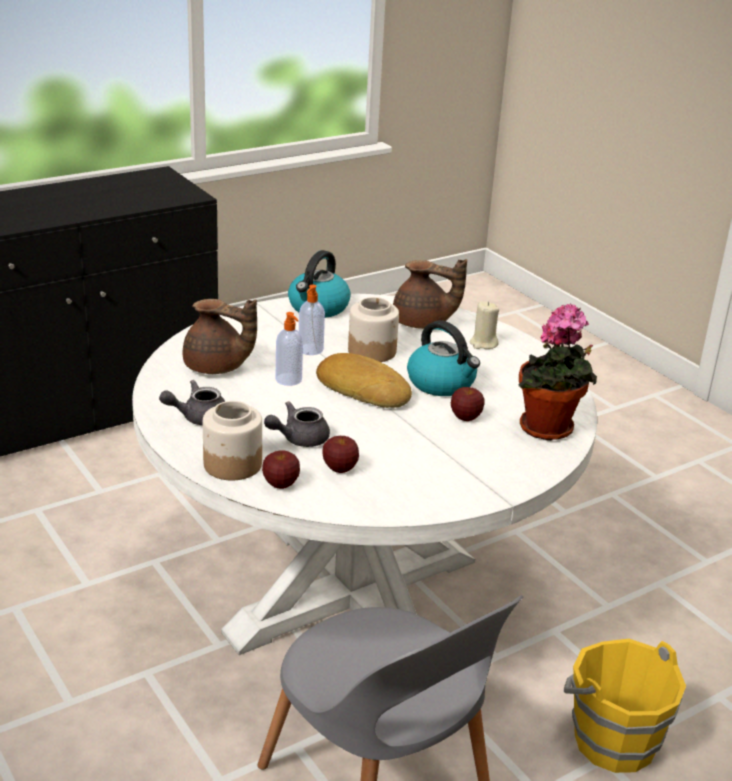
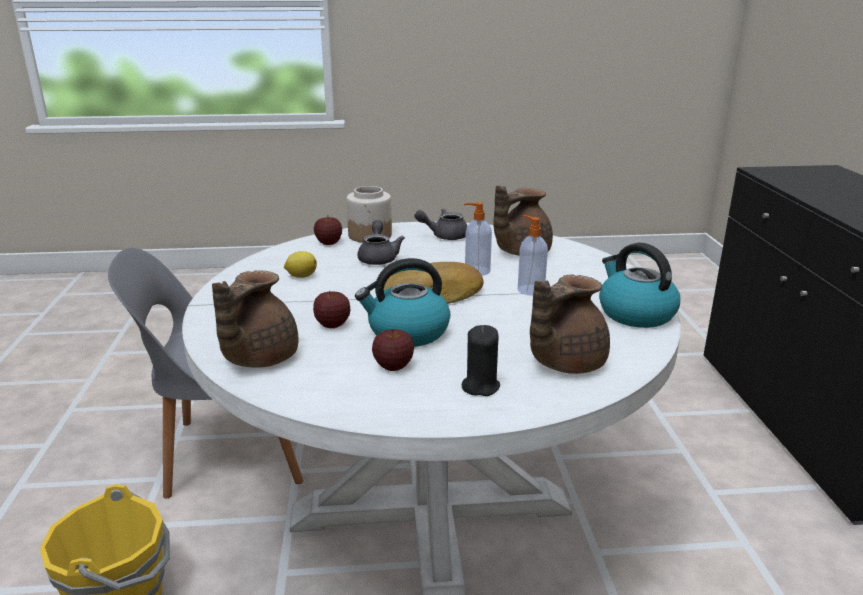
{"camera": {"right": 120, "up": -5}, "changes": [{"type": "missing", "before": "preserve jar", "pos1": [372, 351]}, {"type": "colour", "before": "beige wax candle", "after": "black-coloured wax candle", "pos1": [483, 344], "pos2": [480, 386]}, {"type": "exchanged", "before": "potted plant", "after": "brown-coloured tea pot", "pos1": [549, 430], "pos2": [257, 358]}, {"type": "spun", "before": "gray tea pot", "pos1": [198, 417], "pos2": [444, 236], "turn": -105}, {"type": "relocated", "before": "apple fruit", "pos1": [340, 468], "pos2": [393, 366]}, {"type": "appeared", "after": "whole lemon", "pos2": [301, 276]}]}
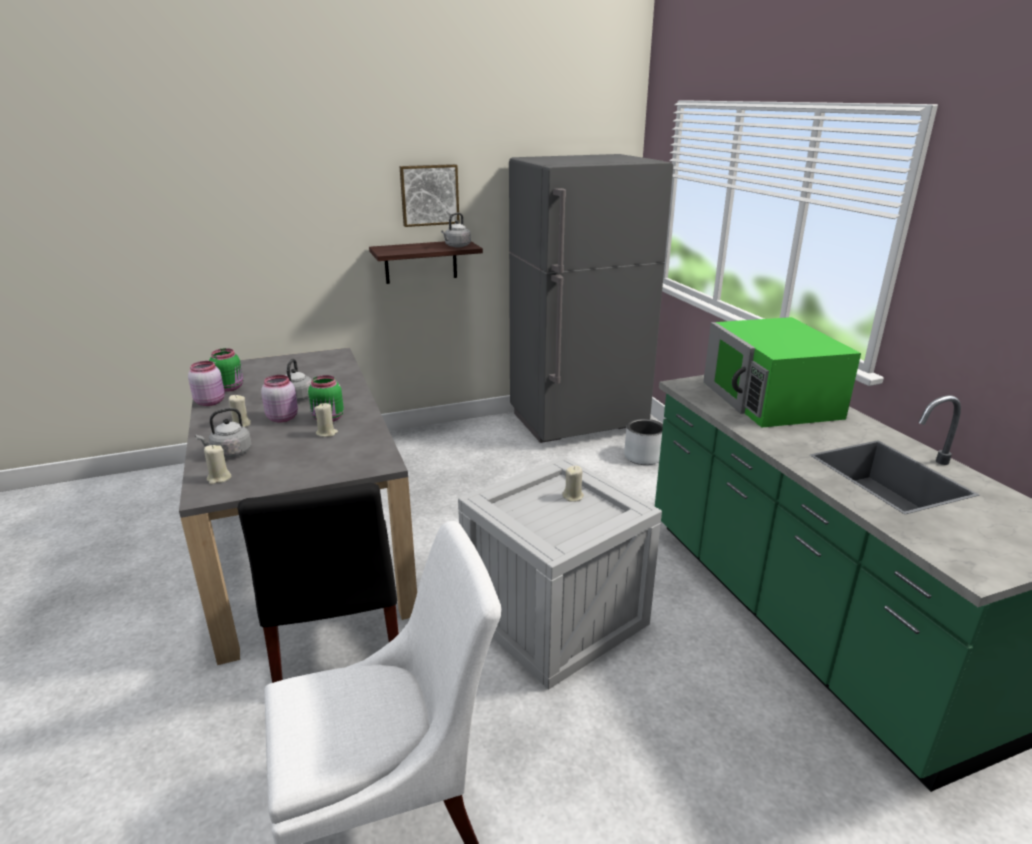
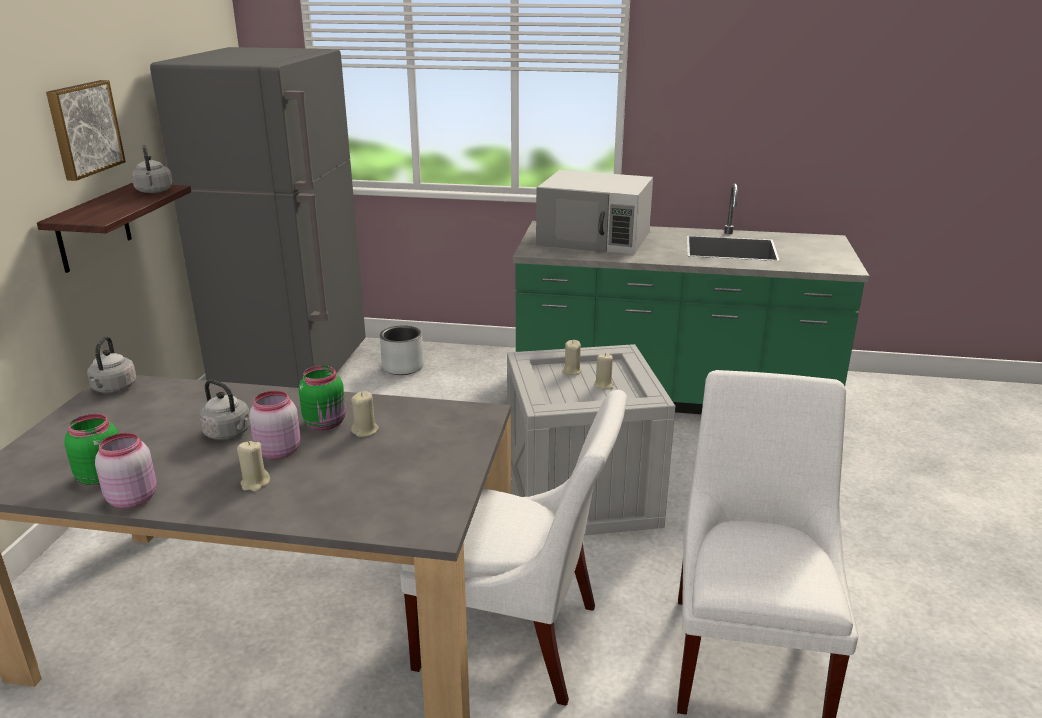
{"camera": {"right": -60, "up": 0}, "changes": [{"type": "colour", "before": "green-coloured microwave", "after": "white microwave", "pos1": [771, 400], "pos2": [595, 238]}, {"type": "relocated", "before": "gray kettle", "pos1": [230, 453], "pos2": [114, 389]}, {"type": "relocated", "before": "beige wax candle", "pos1": [219, 478], "pos2": [604, 385]}, {"type": "colour", "before": "black-coloured plain chair", "after": "white plain chair", "pos1": [337, 649], "pos2": [516, 640]}]}
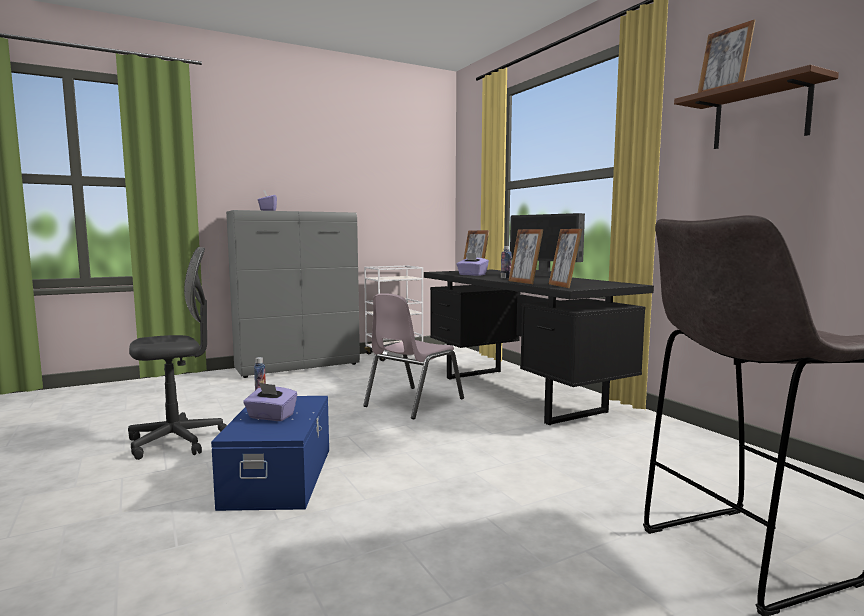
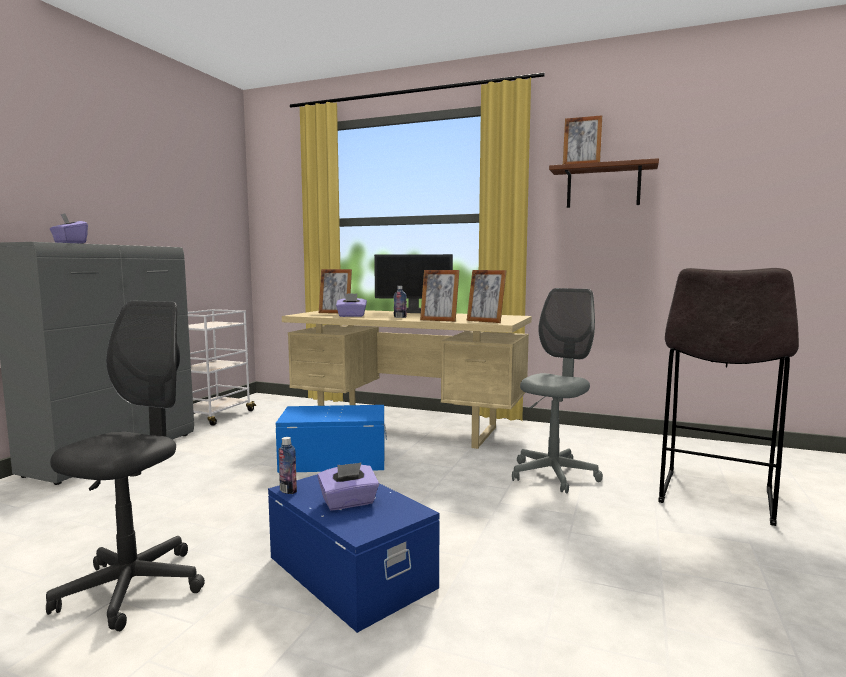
{"camera": {"right": -40, "up": 0}, "changes": [{"type": "colour", "before": "black-coloured desk unit", "after": "beige desk unit", "pos1": [520, 393], "pos2": [408, 428]}, {"type": "exchanged", "before": "pink plain chair", "after": "bluish storage bin", "pos1": [413, 402], "pos2": [333, 459]}, {"type": "appeared", "after": "gray computer chair", "pos2": [553, 475]}]}
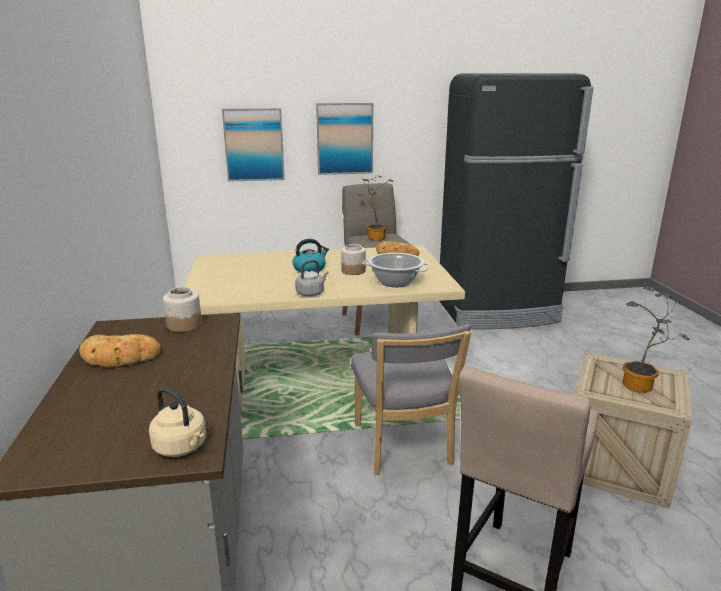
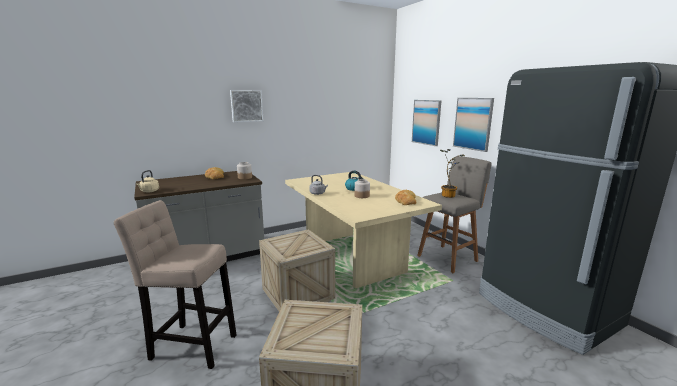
{"camera": {"right": 70, "up": -5}, "changes": [{"type": "missing", "before": "stockpot", "pos1": [395, 282]}, {"type": "missing", "before": "potted plant", "pos1": [641, 387]}, {"type": "exchanged", "before": "gray plain chair", "after": "shipping crate", "pos1": [403, 447], "pos2": [298, 294]}, {"type": "appeared", "after": "wall art", "pos2": [246, 106]}]}
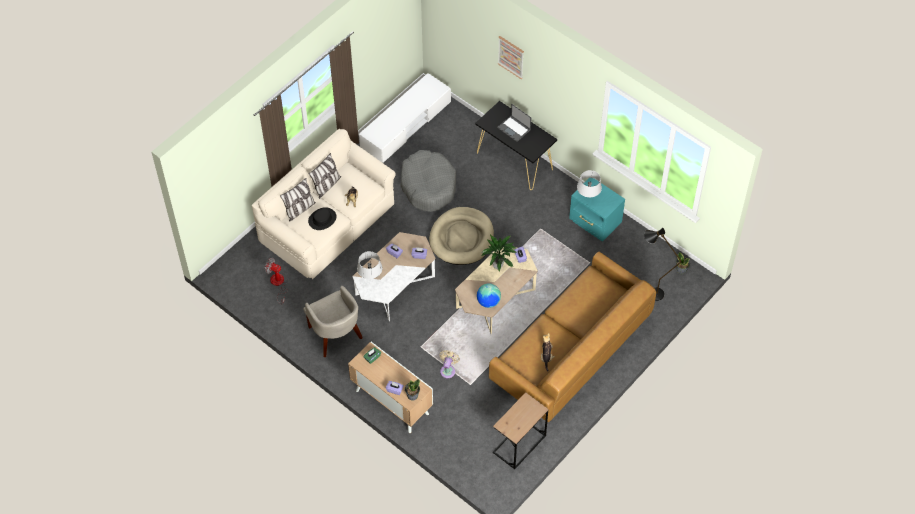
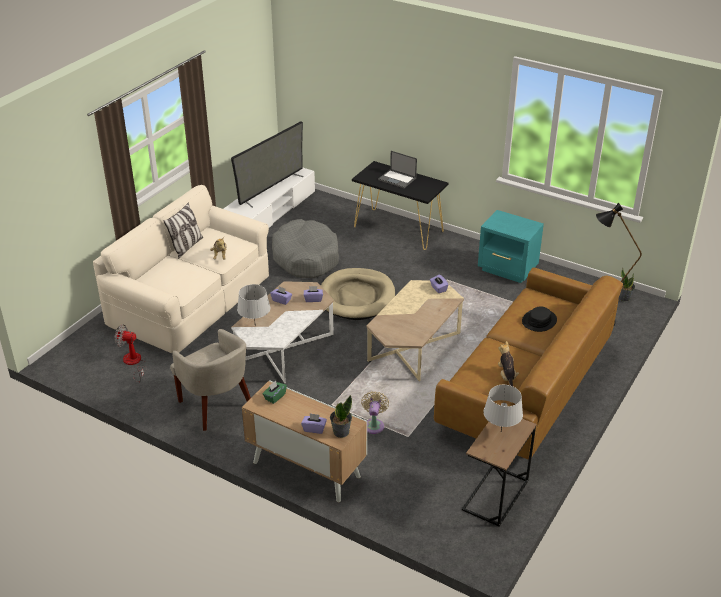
{"camera": {"right": -10, "up": -20}, "changes": [{"type": "missing", "before": "wall art", "pos1": [511, 57]}, {"type": "relocated", "before": "gray table lamp", "pos1": [588, 196], "pos2": [500, 431]}, {"type": "missing", "before": "throw pillow", "pos1": [299, 209]}, {"type": "relocated", "before": "black-coloured hat", "pos1": [322, 219], "pos2": [539, 321]}, {"type": "missing", "before": "potted plant", "pos1": [498, 266]}, {"type": "missing", "before": "globe", "pos1": [488, 302]}, {"type": "appeared", "after": "TV set", "pos2": [271, 189]}]}
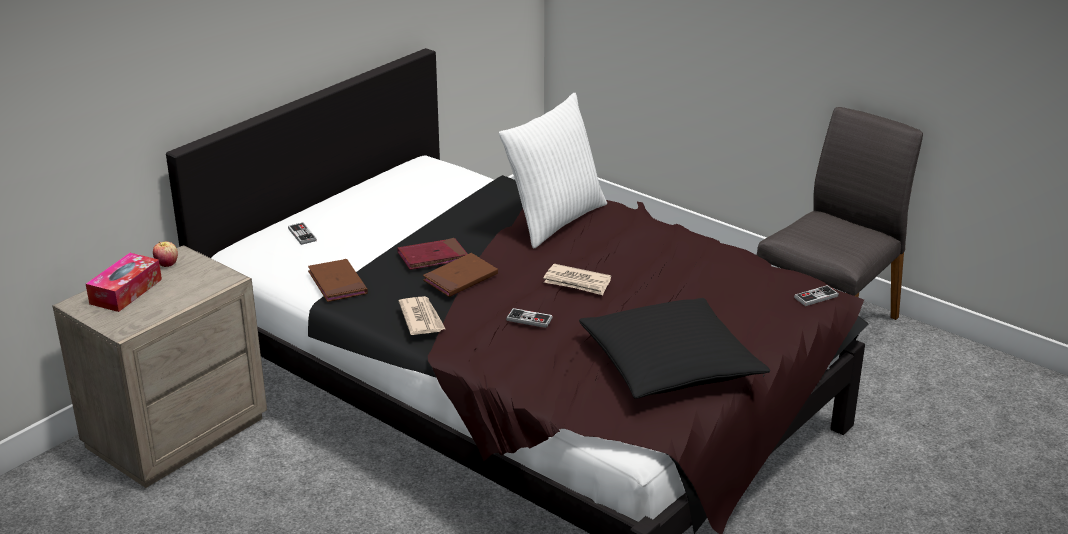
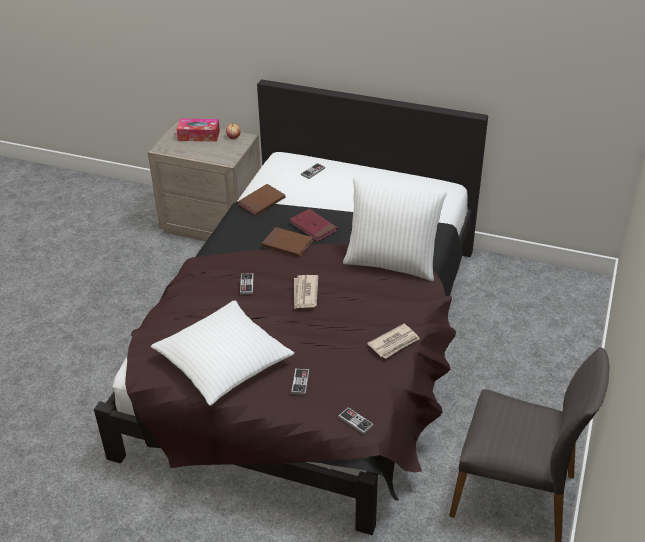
{"camera": {"right": 70, "up": 10}, "changes": [{"type": "relocated", "before": "daily paper", "pos1": [421, 318], "pos2": [394, 343]}, {"type": "colour", "before": "black-coloured throw pillow", "after": "white throw pillow", "pos1": [670, 364], "pos2": [224, 361]}, {"type": "appeared", "after": "joypad", "pos2": [300, 382]}]}
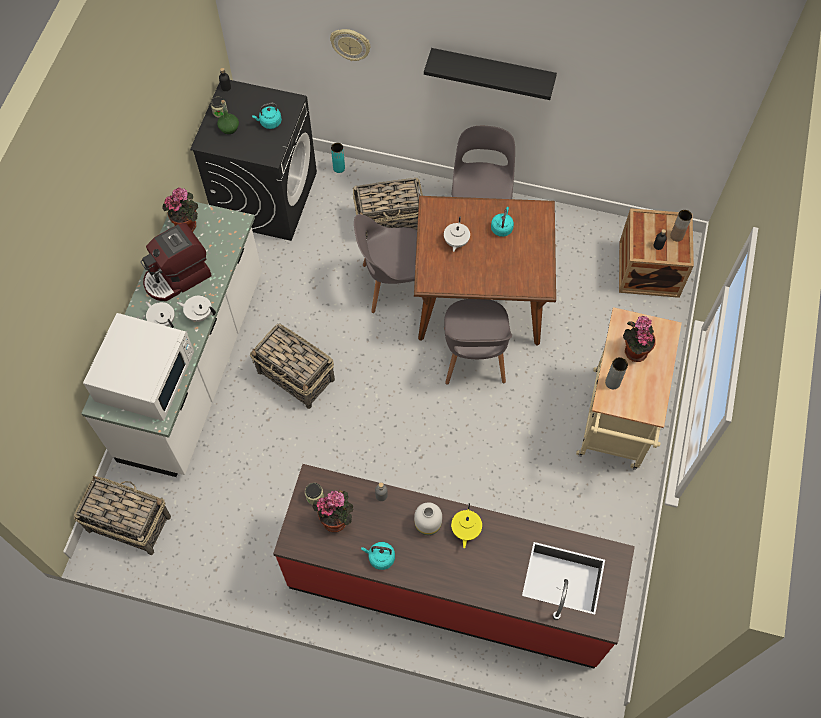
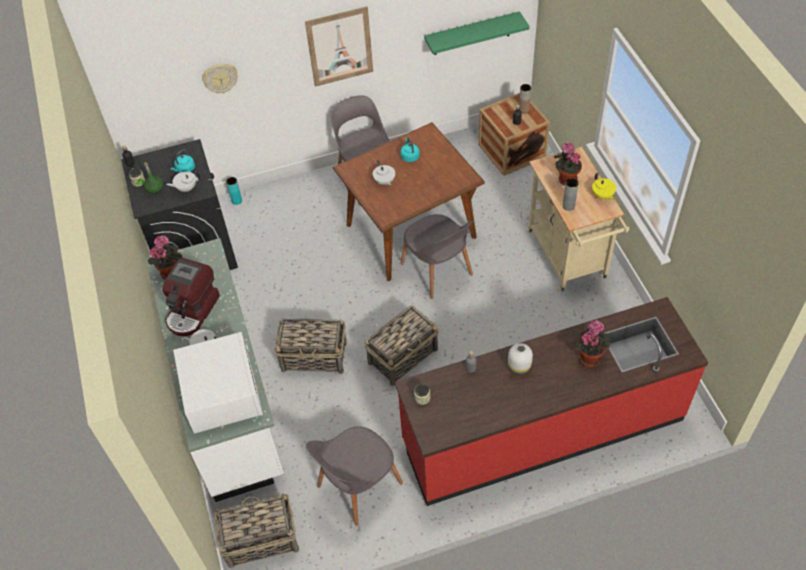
{"camera": {"right": -30, "up": -10}, "changes": [{"type": "exchanged", "before": "black-coloured wall shelf", "after": "wall art", "pos1": [492, 71], "pos2": [340, 46]}, {"type": "relocated", "before": "household basket", "pos1": [390, 221], "pos2": [403, 356]}, {"type": "relocated", "before": "gray plain chair", "pos1": [394, 284], "pos2": [357, 486]}, {"type": "relocated", "before": "white tea pot", "pos1": [199, 314], "pos2": [186, 188]}, {"type": "relocated", "before": "potted plant", "pos1": [336, 519], "pos2": [589, 356]}, {"type": "relocated", "before": "yellow tea pot", "pos1": [465, 530], "pos2": [602, 195]}, {"type": "missing", "before": "turquoise-coloured kettle", "pos1": [380, 557]}, {"type": "appeared", "after": "green-coloured wall shelf", "pos2": [472, 34]}]}
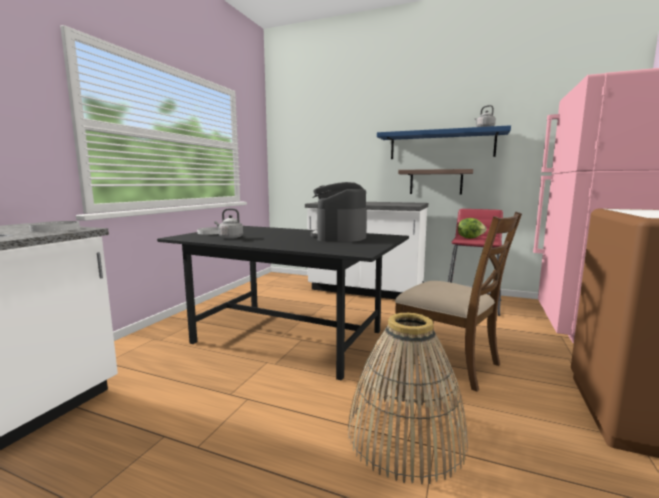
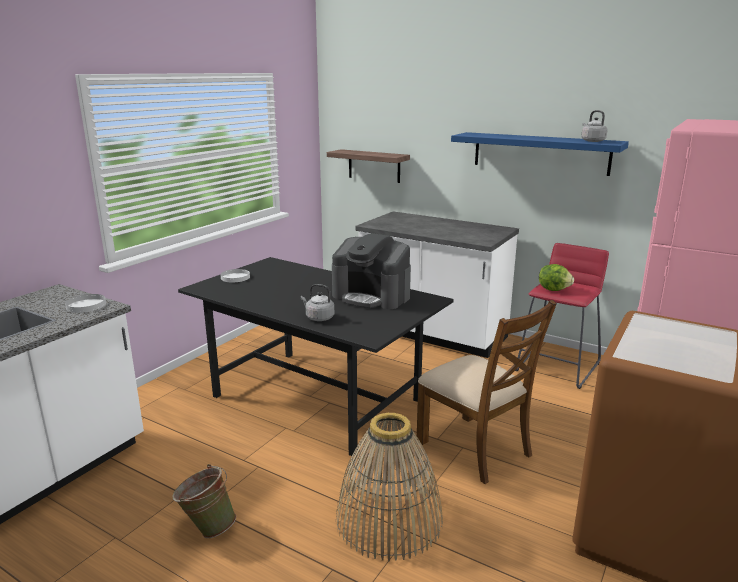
{"camera": {"right": 10, "up": 10}, "changes": [{"type": "relocated", "before": "wall shelf", "pos1": [436, 182], "pos2": [374, 166]}, {"type": "spun", "before": "coffee brewer", "pos1": [339, 236], "pos2": [372, 296], "turn": -75}, {"type": "relocated", "before": "gray kettle", "pos1": [229, 237], "pos2": [318, 318]}, {"type": "appeared", "after": "green-coloured water bucket", "pos2": [207, 527]}]}
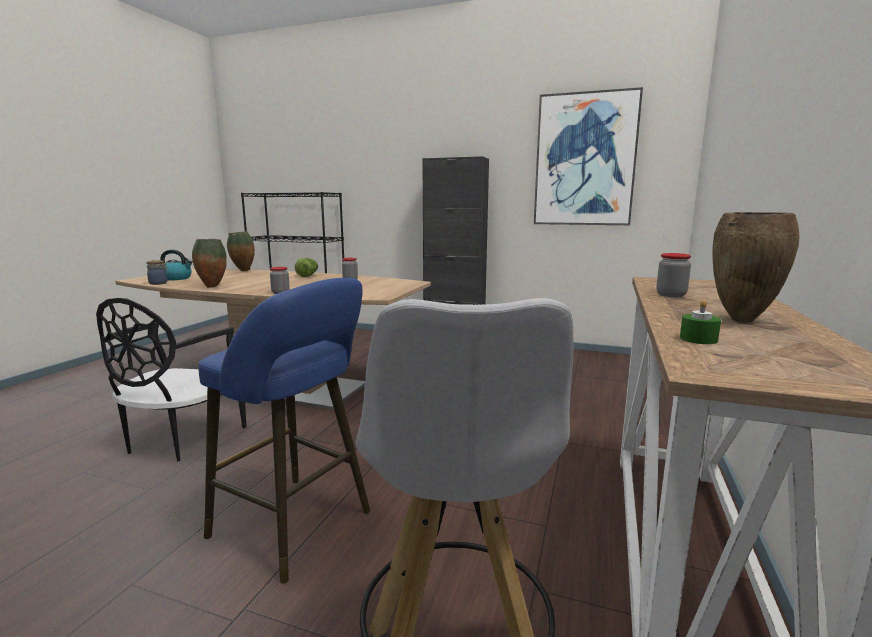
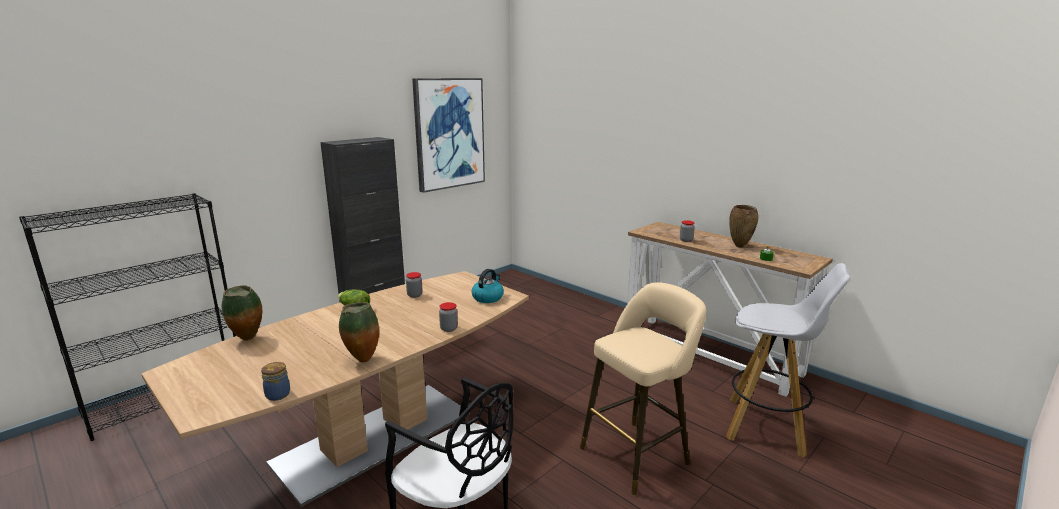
{"camera": {"right": -65, "up": 5}, "changes": [{"type": "relocated", "before": "kettle", "pos1": [176, 278], "pos2": [488, 297]}, {"type": "colour", "before": "bluish stool", "after": "beige stool", "pos1": [297, 527], "pos2": [638, 453]}]}
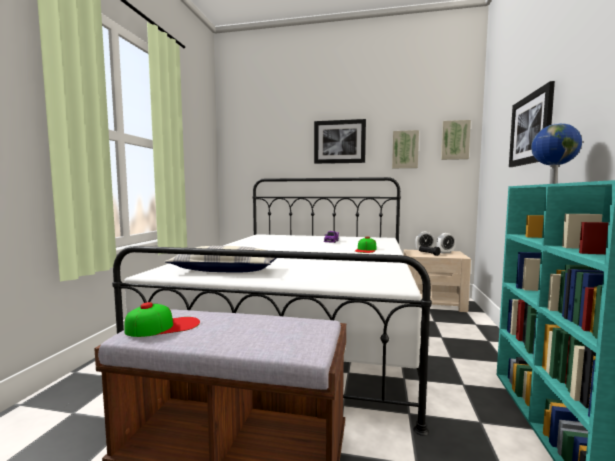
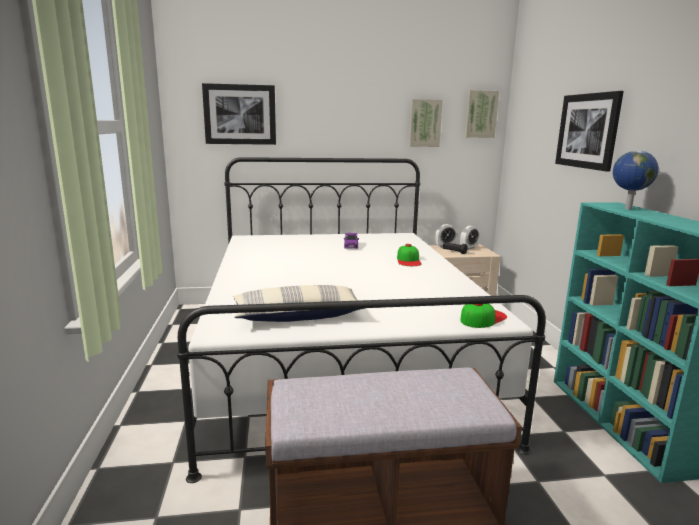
{"camera": {"right": -20, "up": 10}, "changes": [{"type": "relocated", "before": "wall art", "pos1": [339, 142], "pos2": [240, 114]}, {"type": "relocated", "before": "peaked cap", "pos1": [163, 326], "pos2": [483, 318]}]}
